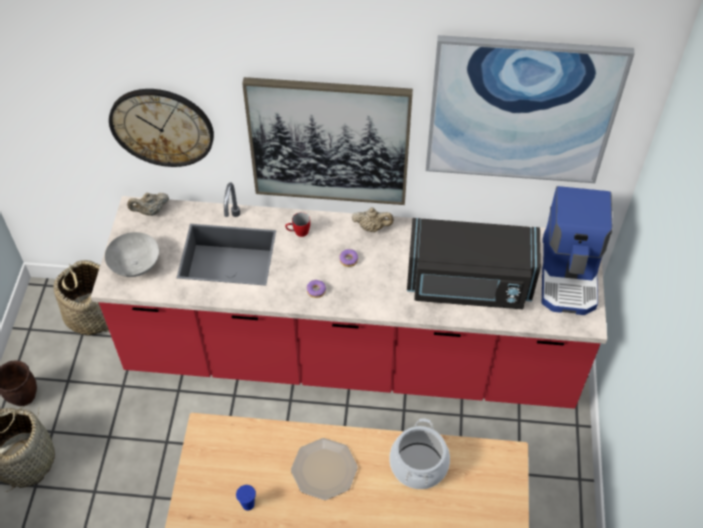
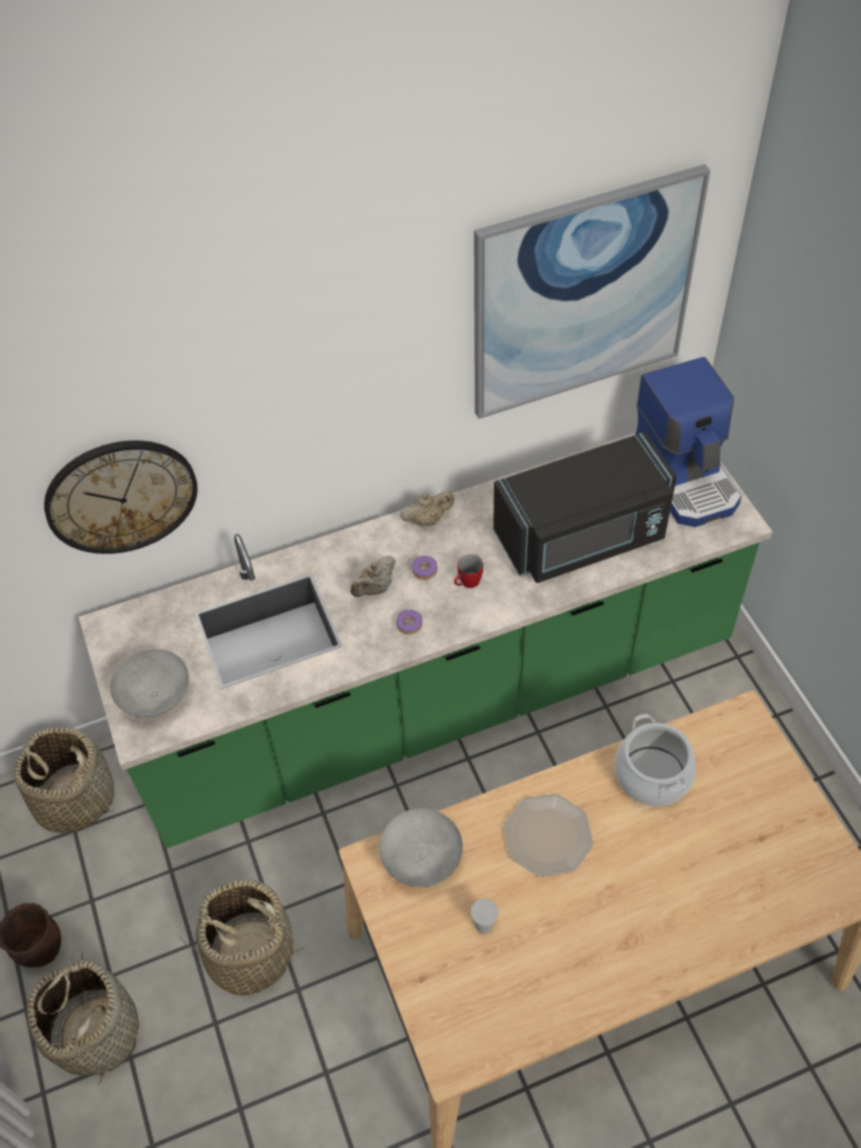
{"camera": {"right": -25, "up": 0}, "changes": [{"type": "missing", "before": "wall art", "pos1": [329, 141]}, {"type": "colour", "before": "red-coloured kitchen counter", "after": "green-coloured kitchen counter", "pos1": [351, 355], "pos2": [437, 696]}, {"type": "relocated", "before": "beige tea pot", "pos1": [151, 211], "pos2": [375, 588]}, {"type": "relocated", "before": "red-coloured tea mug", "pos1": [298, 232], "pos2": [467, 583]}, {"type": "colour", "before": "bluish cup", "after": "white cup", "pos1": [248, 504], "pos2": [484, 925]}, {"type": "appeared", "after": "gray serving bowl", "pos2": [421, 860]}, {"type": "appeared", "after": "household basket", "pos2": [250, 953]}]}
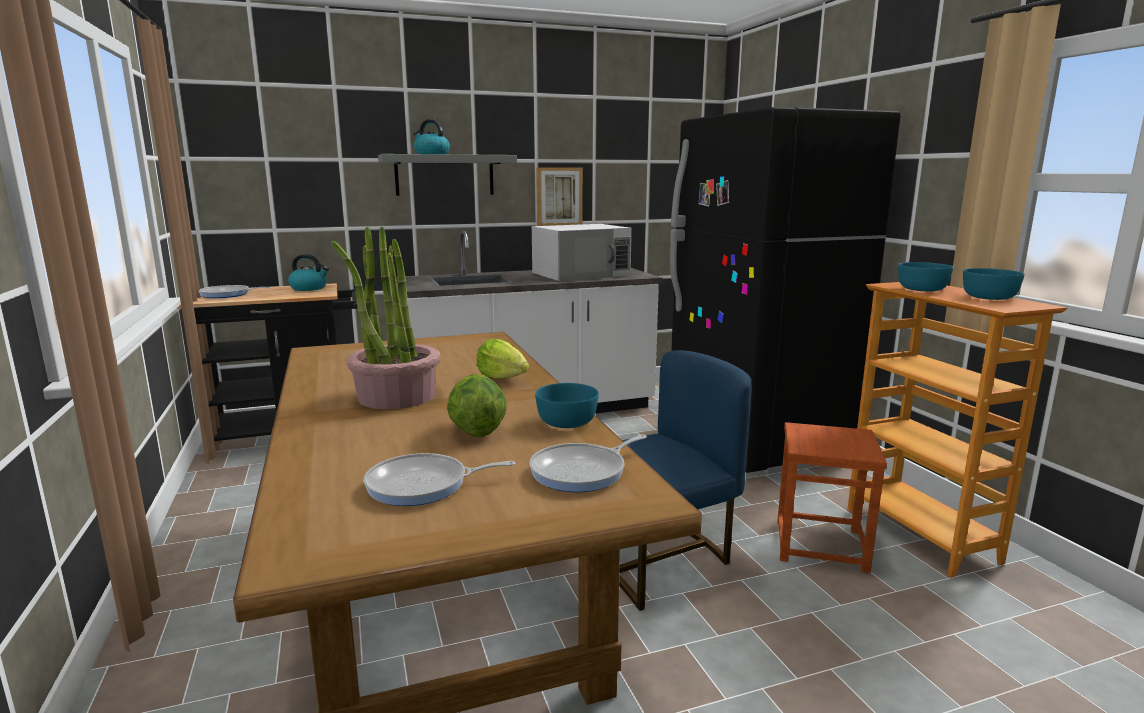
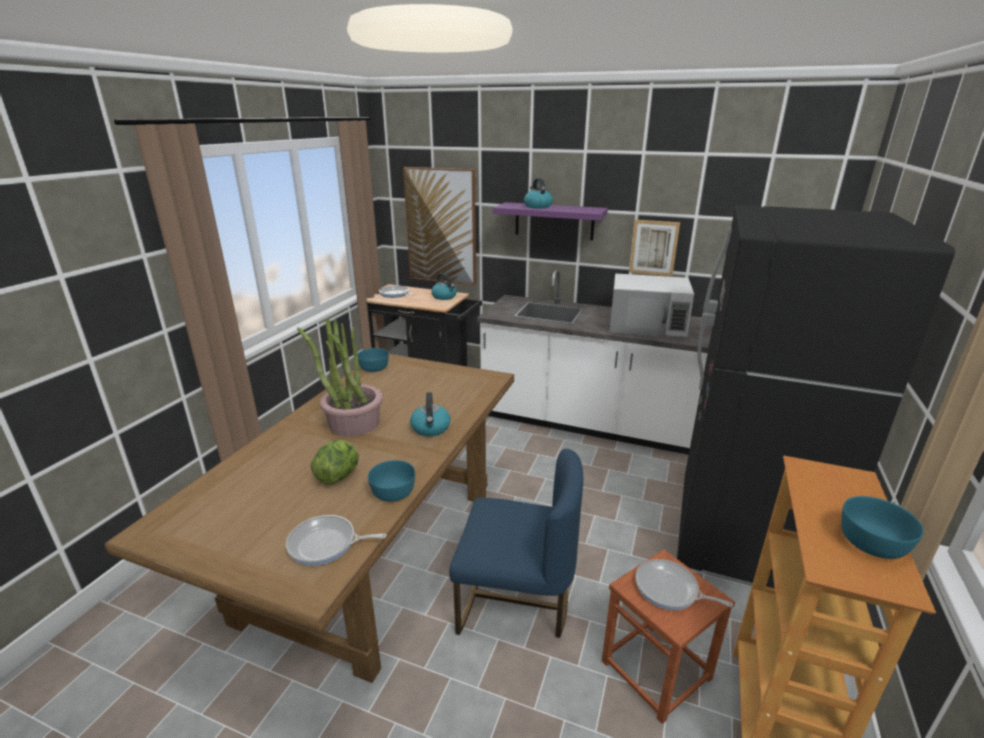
{"camera": {"right": 40, "up": 10}, "changes": [{"type": "colour", "before": "gray wall shelf", "after": "purple-coloured wall shelf", "pos1": [444, 175], "pos2": [554, 221]}, {"type": "relocated", "before": "turquoise-coloured serving bowl", "pos1": [921, 289], "pos2": [374, 368]}, {"type": "exchanged", "before": "lettuce", "after": "kettle", "pos1": [502, 378], "pos2": [431, 428]}, {"type": "relocated", "before": "pan", "pos1": [423, 485], "pos2": [669, 590]}, {"type": "appeared", "after": "wall art", "pos2": [441, 226]}]}
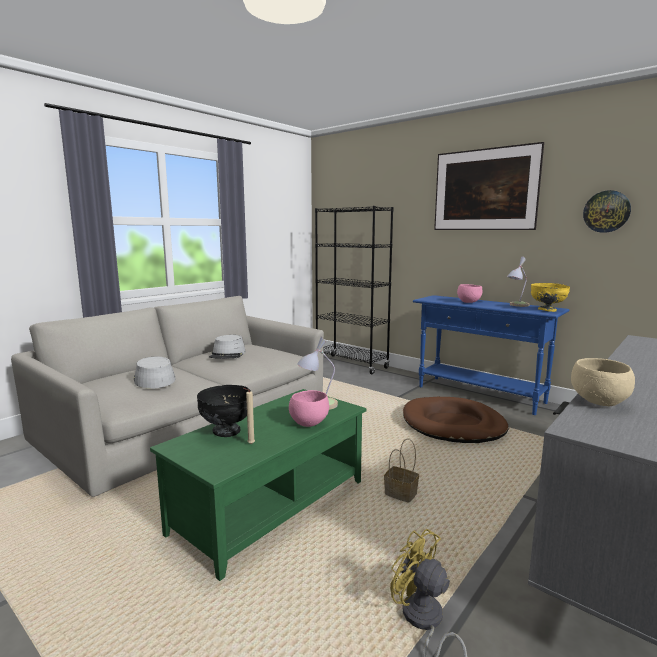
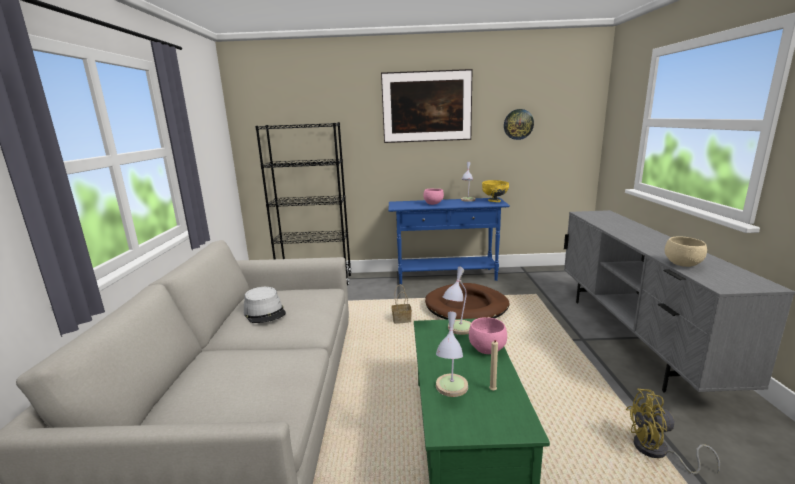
{"camera": {"right": -40, "up": 5}, "changes": [{"type": "missing", "before": "gray hat", "pos1": [153, 379]}, {"type": "exchanged", "before": "black-coloured serving bowl", "after": "table lamp", "pos1": [226, 432], "pos2": [450, 391]}, {"type": "relocated", "before": "household basket", "pos1": [402, 494], "pos2": [402, 319]}]}
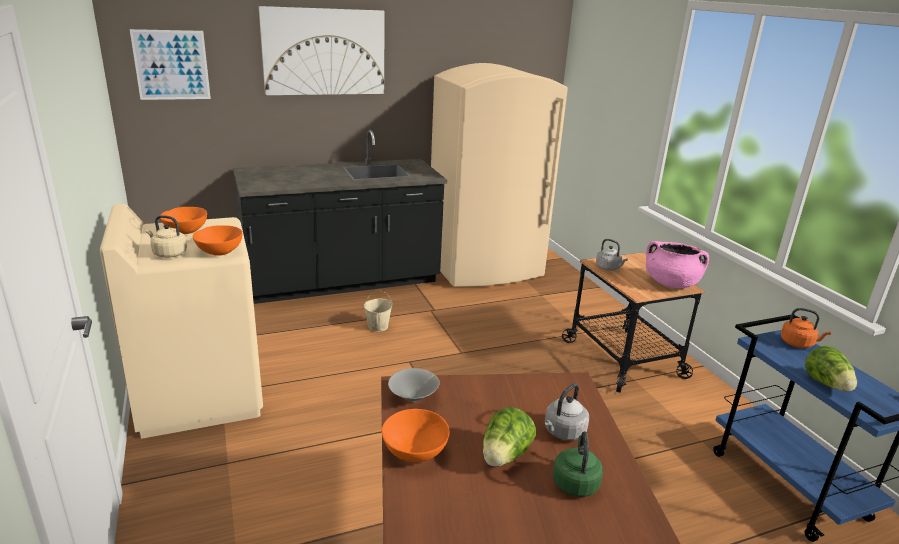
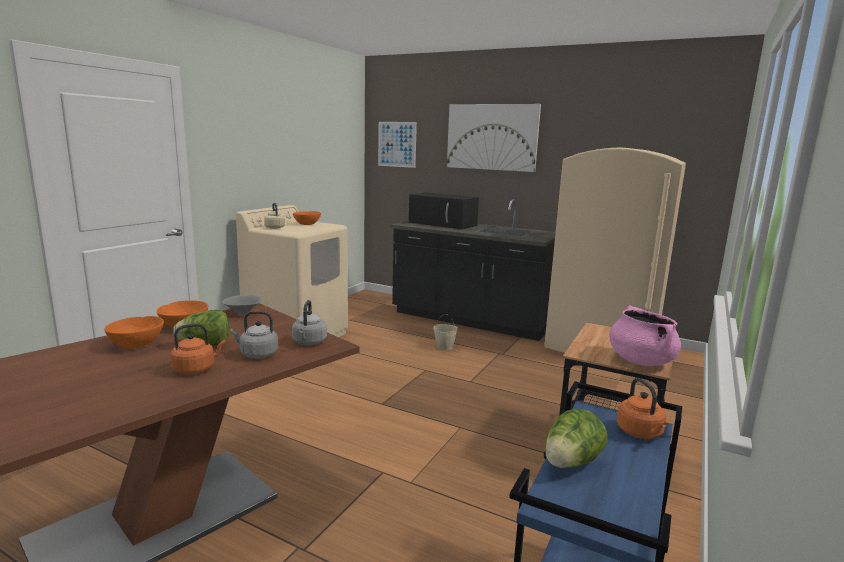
{"camera": {"right": 50, "up": -10}, "changes": [{"type": "relocated", "before": "orange-coloured serving bowl", "pos1": [219, 251], "pos2": [136, 344]}, {"type": "relocated", "before": "gray kettle", "pos1": [609, 268], "pos2": [309, 342]}, {"type": "colour", "before": "green-coloured kettle", "after": "orange-coloured kettle", "pos1": [575, 482], "pos2": [196, 369]}, {"type": "appeared", "after": "black-coloured microwave", "pos2": [443, 224]}]}
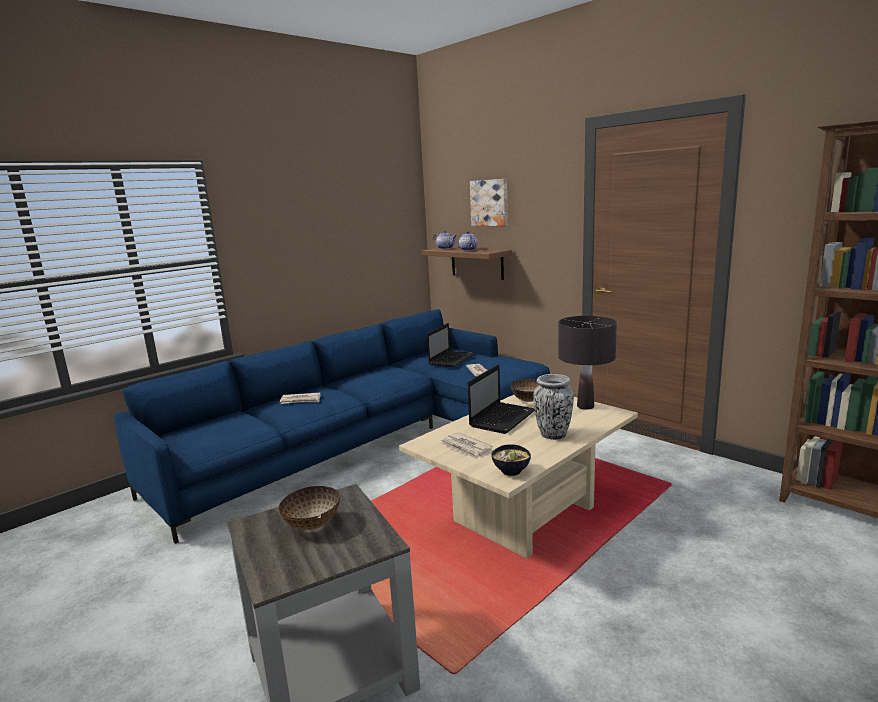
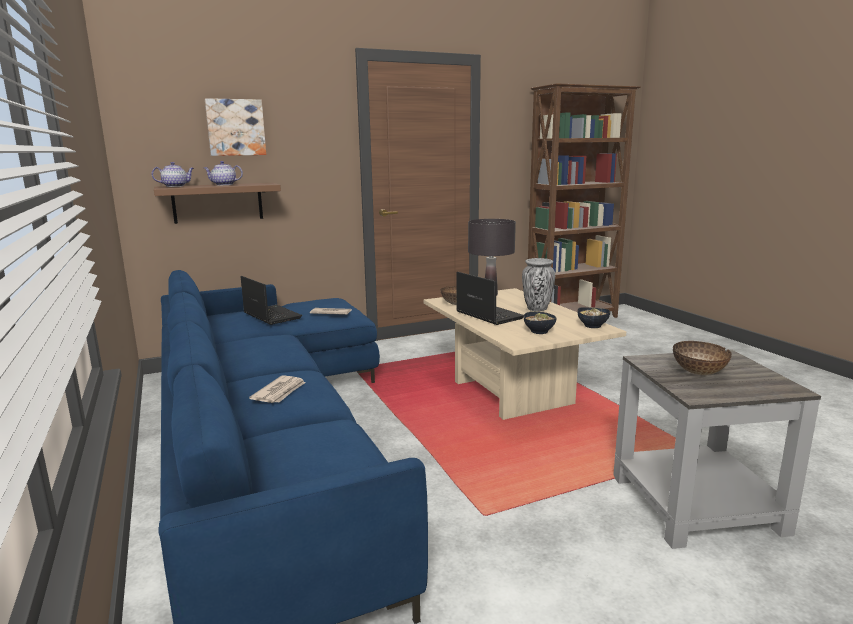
{"camera": {"right": -70, "up": 0}, "changes": [{"type": "exchanged", "before": "daily paper", "after": "serving bowl", "pos1": [465, 447], "pos2": [539, 331]}]}
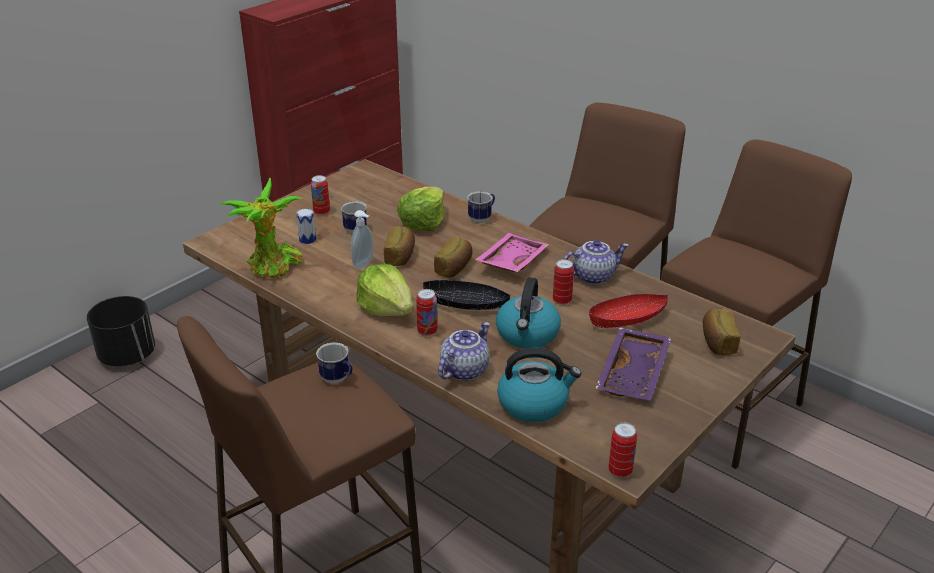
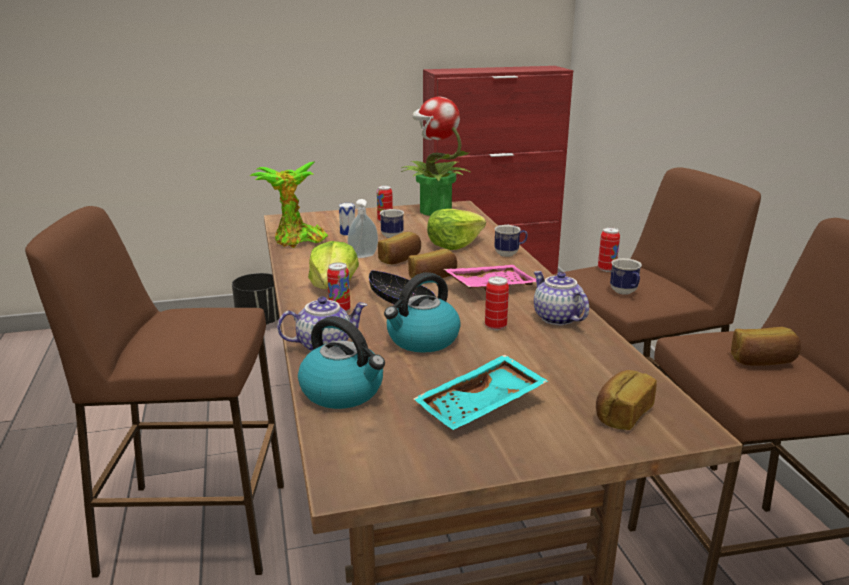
{"camera": {"right": 35, "up": -10}, "changes": [{"type": "spun", "before": "tea pot", "pos1": [593, 276], "pos2": [556, 318], "turn": -135}, {"type": "missing", "before": "red-coloured serving bowl", "pos1": [627, 319]}, {"type": "colour", "before": "purple-coloured tray", "after": "turquoise-coloured tray", "pos1": [635, 374], "pos2": [481, 406]}, {"type": "relocated", "before": "tea mug", "pos1": [338, 379], "pos2": [625, 293]}, {"type": "relocated", "before": "sealed can", "pos1": [620, 471], "pos2": [606, 269]}, {"type": "appeared", "after": "potted plant", "pos2": [434, 211]}, {"type": "appeared", "after": "bread", "pos2": [763, 361]}]}
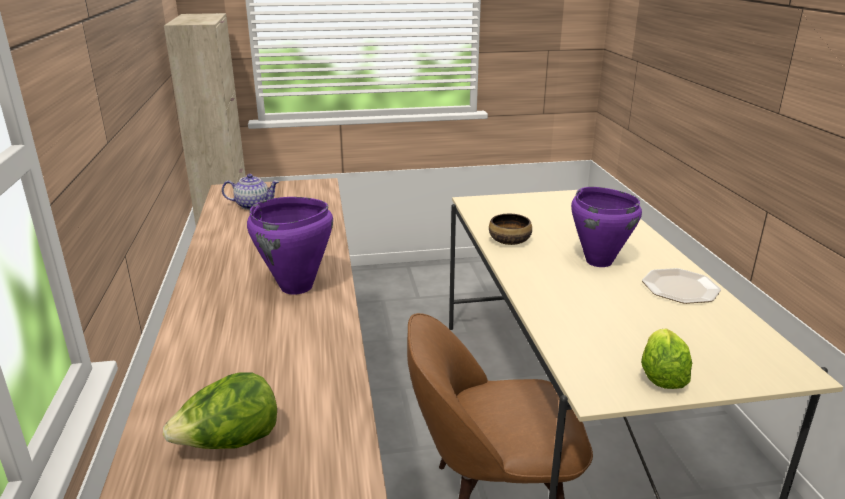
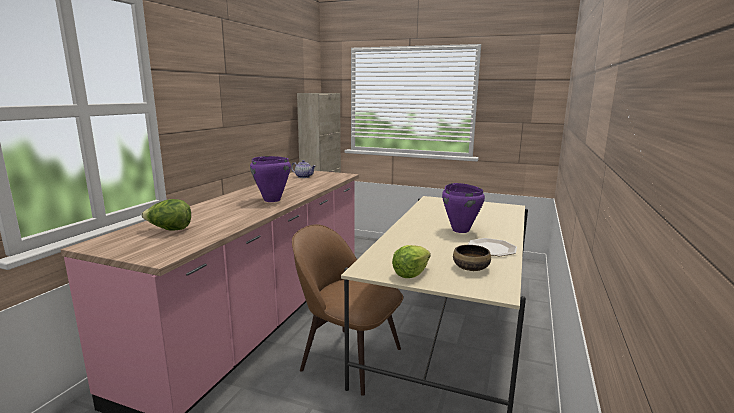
{"camera": {"right": 30, "up": -10}, "changes": [{"type": "relocated", "before": "serving bowl", "pos1": [510, 241], "pos2": [471, 268]}]}
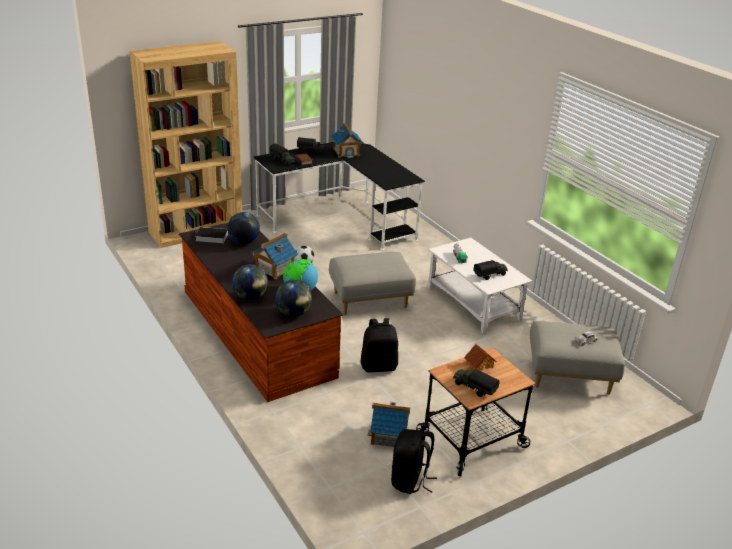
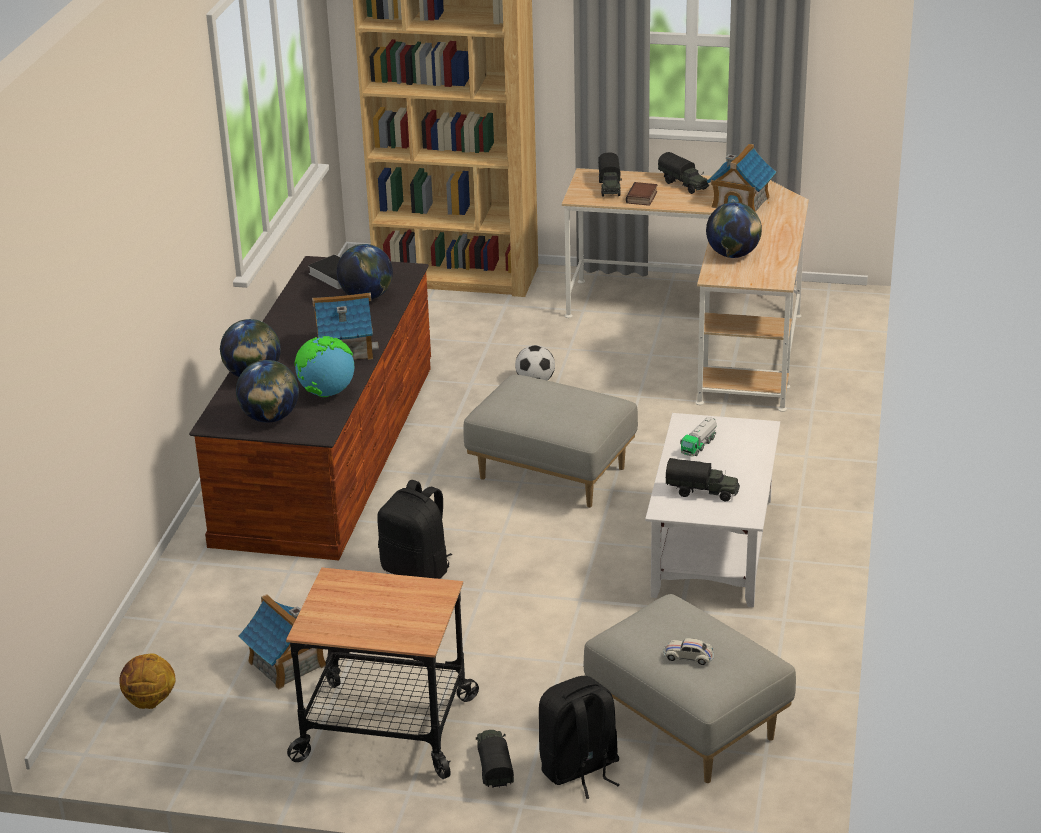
{"camera": {"right": 45, "up": 0}, "changes": [{"type": "colour", "before": "black-coloured desk unit", "after": "beige desk unit", "pos1": [340, 219], "pos2": [705, 331]}, {"type": "missing", "before": "model house", "pos1": [479, 364]}, {"type": "relocated", "before": "toy truck", "pos1": [474, 388], "pos2": [494, 768]}, {"type": "relocated", "before": "black-coloured backpack", "pos1": [410, 480], "pos2": [579, 770]}, {"type": "appeared", "after": "globe", "pos2": [733, 255]}, {"type": "appeared", "after": "basketball ball", "pos2": [150, 702]}]}
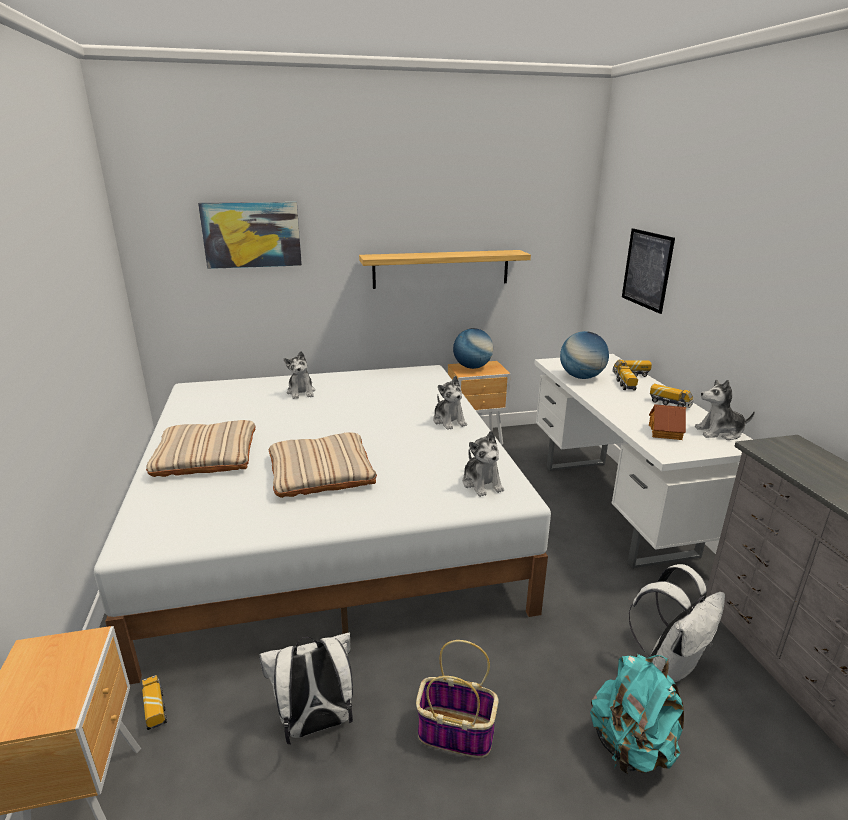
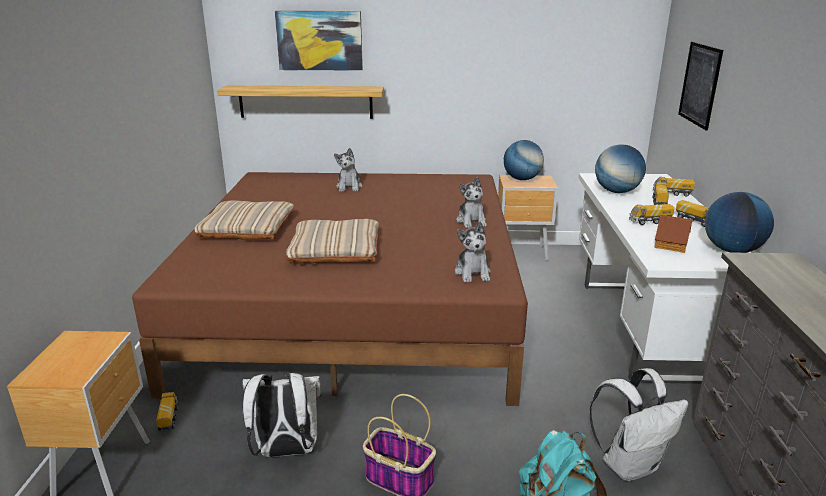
{"camera": {"right": 15, "up": 0}, "changes": [{"type": "relocated", "before": "wall shelf", "pos1": [441, 269], "pos2": [305, 102]}, {"type": "colour", "before": "white bed", "after": "brown-coloured bed", "pos1": [330, 521], "pos2": [357, 305]}, {"type": "exchanged", "before": "soft toy", "after": "globe", "pos1": [719, 432], "pos2": [732, 250]}, {"type": "appeared", "after": "toy truck", "pos2": [650, 222]}]}
